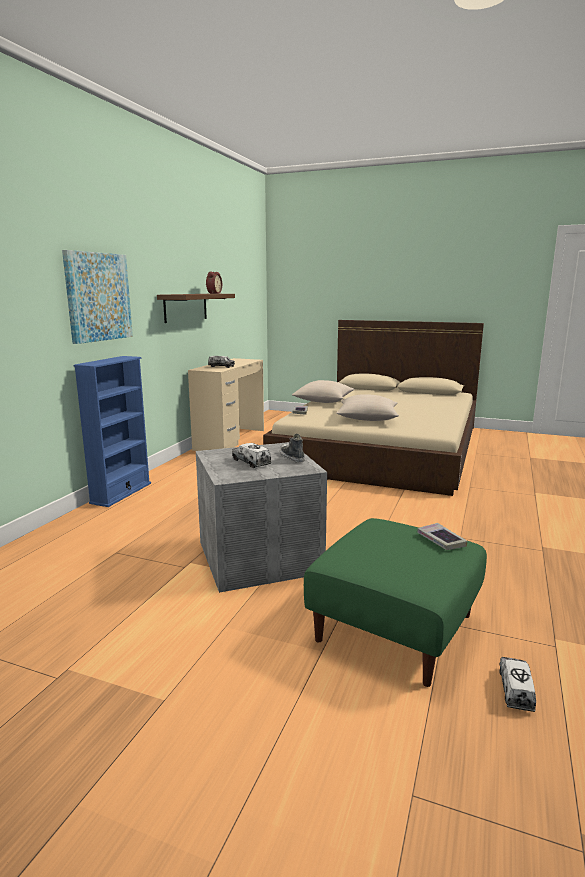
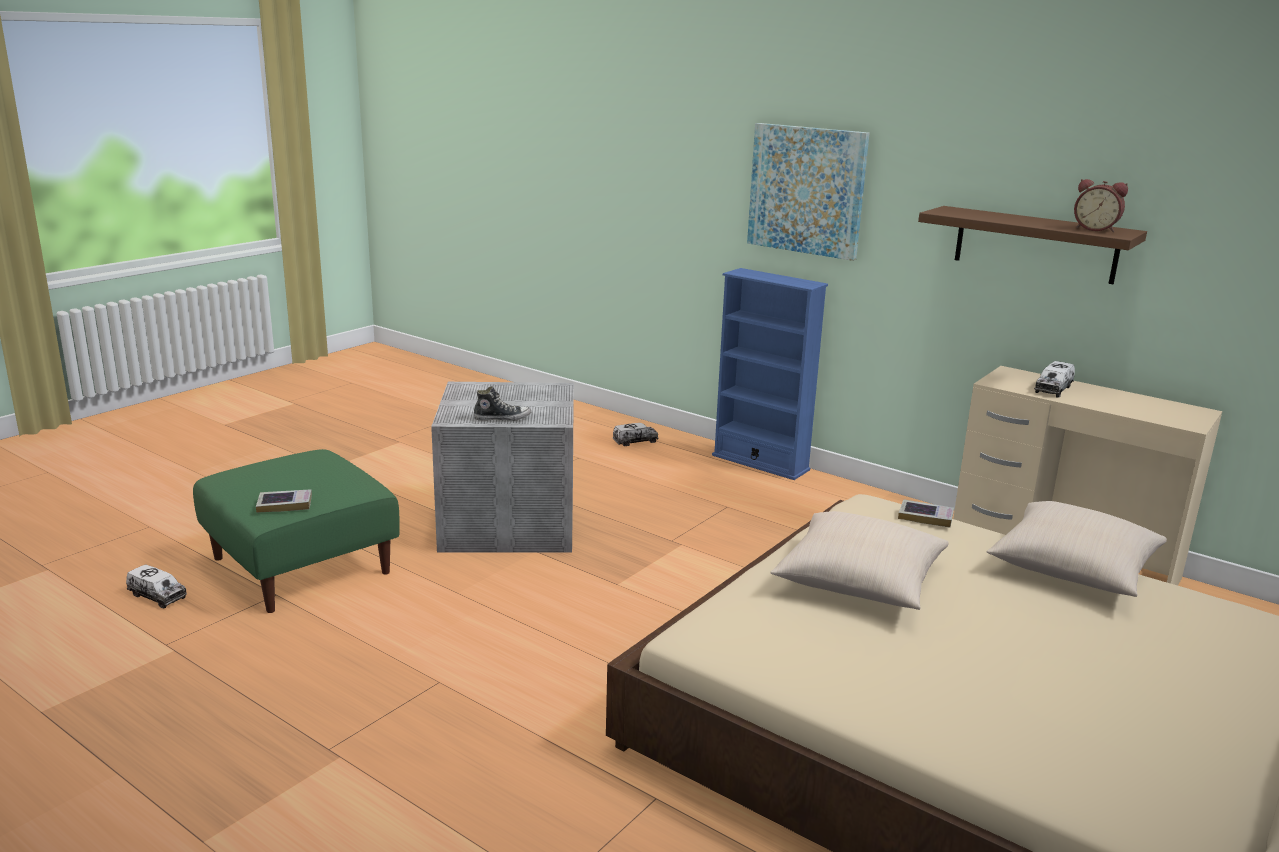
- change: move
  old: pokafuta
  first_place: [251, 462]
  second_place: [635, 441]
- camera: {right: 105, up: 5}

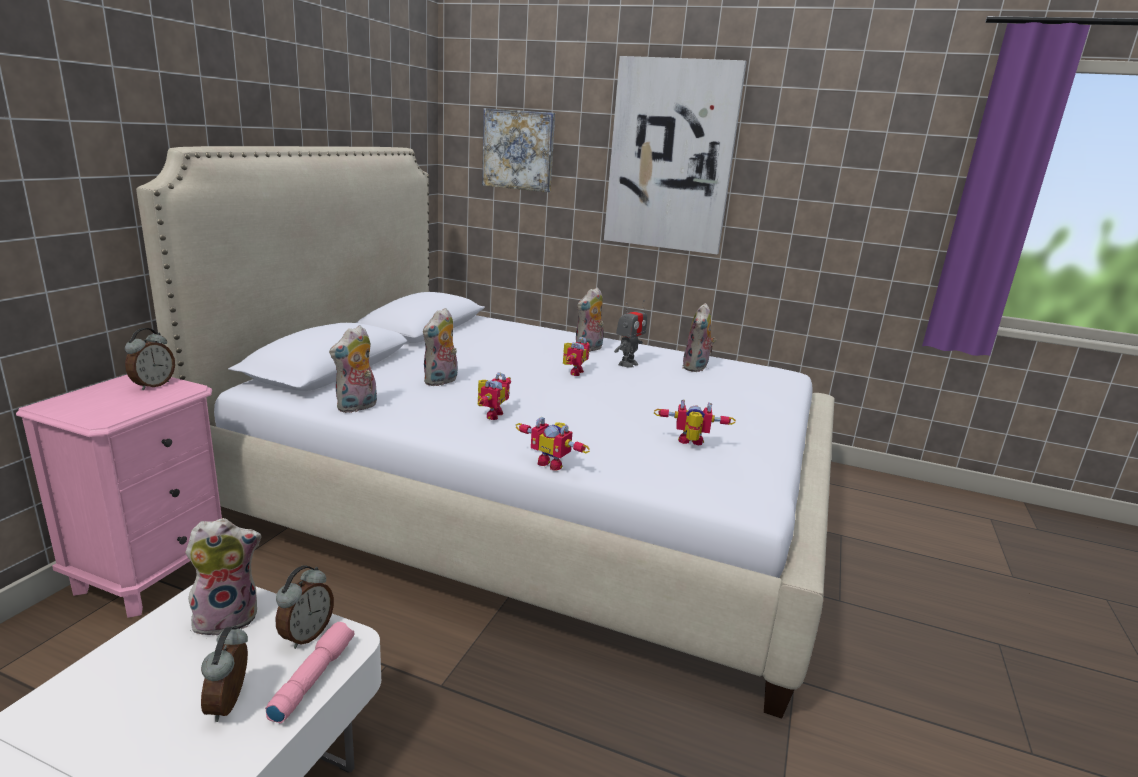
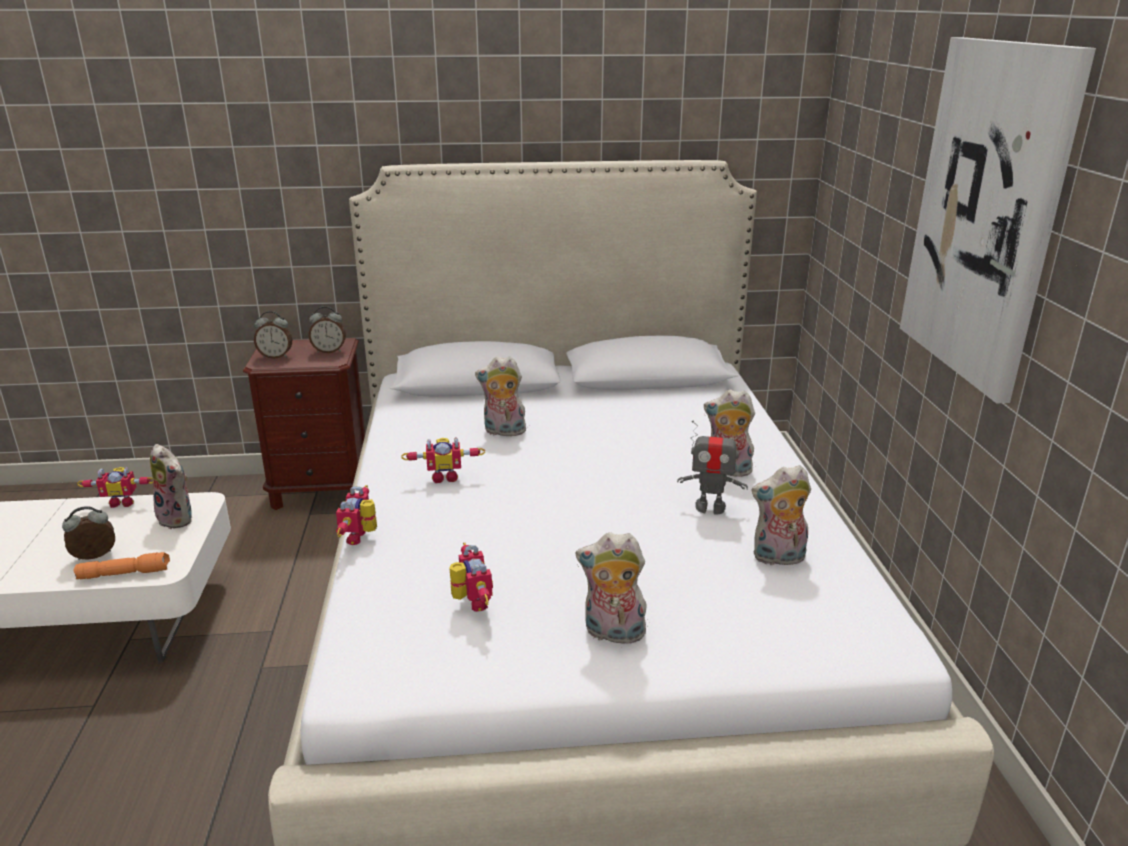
- change: delete
  old: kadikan
  first_place: [518, 150]
- change: move
  old: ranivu
  first_place: [357, 407]
  second_place: [612, 633]
- change: move
  old: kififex
  first_place: [573, 372]
  second_place: [123, 502]
- change: recolor
  old: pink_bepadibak
  new: brown_bepadibak
  first_place: [154, 573]
  second_place: [321, 490]
- change: move
  old: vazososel
  first_place: [306, 635]
  second_place: [276, 356]
- change: recolor
  old: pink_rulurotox
  new: orange_rulurotox
  first_place: [312, 678]
  second_place: [125, 573]
- camera: {right: 65, up: 5}

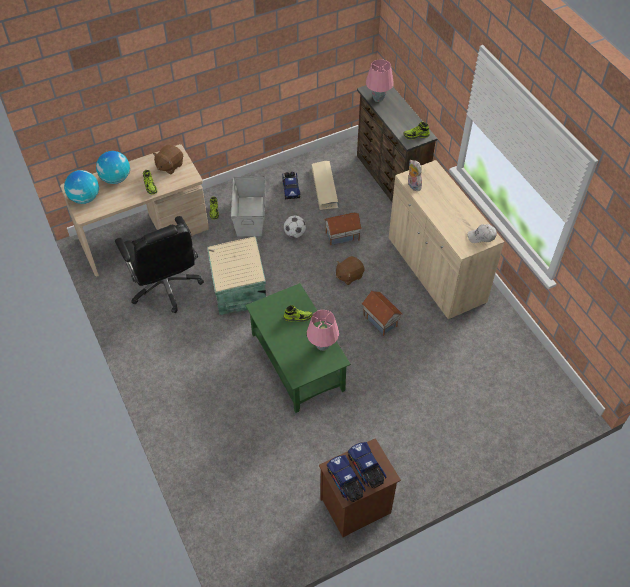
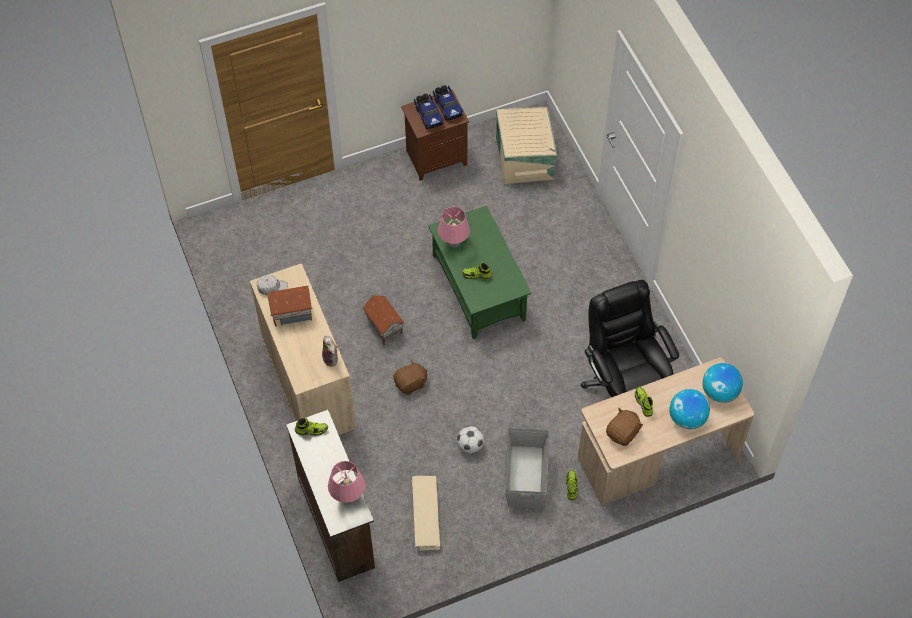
- change: delete
  old: pokafuta
  first_place: [291, 189]
- change: move
  old: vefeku
  first_place: [342, 237]
  second_place: [291, 313]
- change: move
  old: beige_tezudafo
  first_place: [238, 289]
  second_place: [525, 157]
- camera: {right: -175, up: 5}

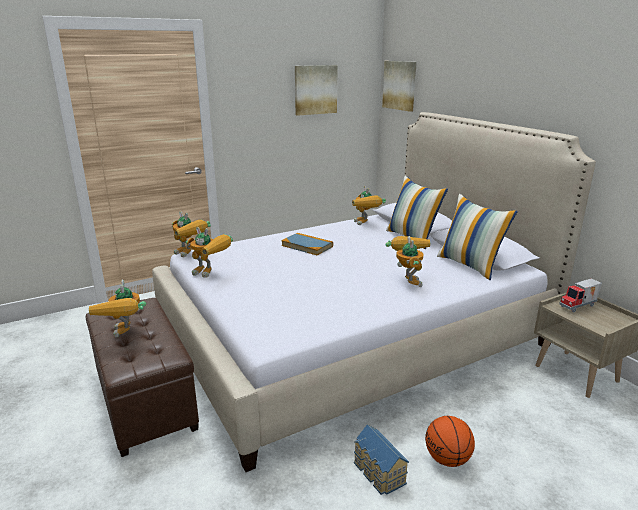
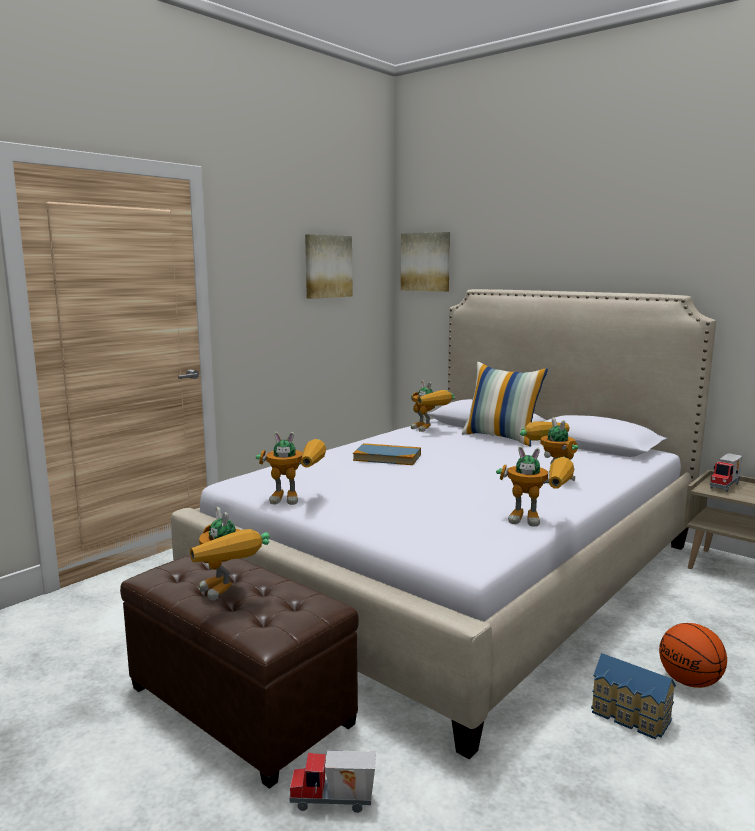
- change: delete
  old: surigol
  first_place: [470, 265]
- change: move
  old: kififex
  first_place: [190, 254]
  second_place: [538, 521]
- change: insert
  new: pokafuta
  second_place: [333, 802]
- camera: {right: -20, up: -10}

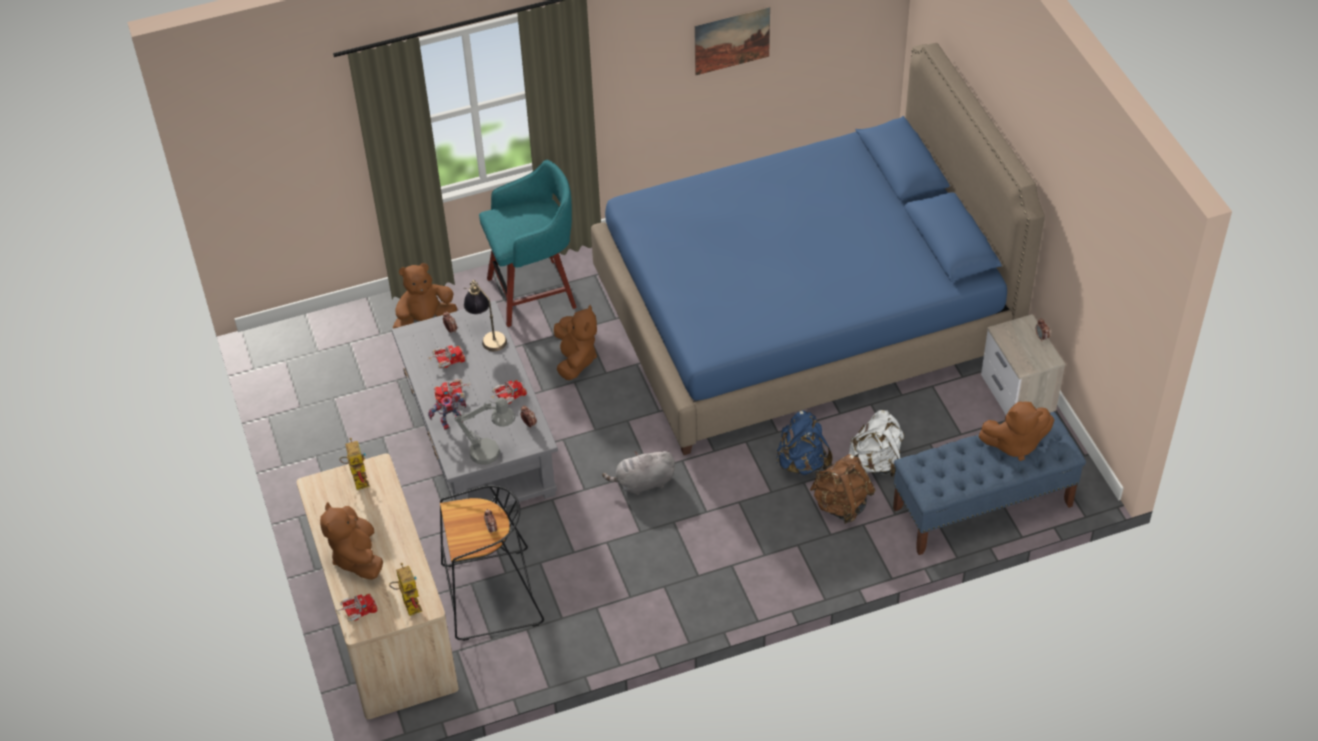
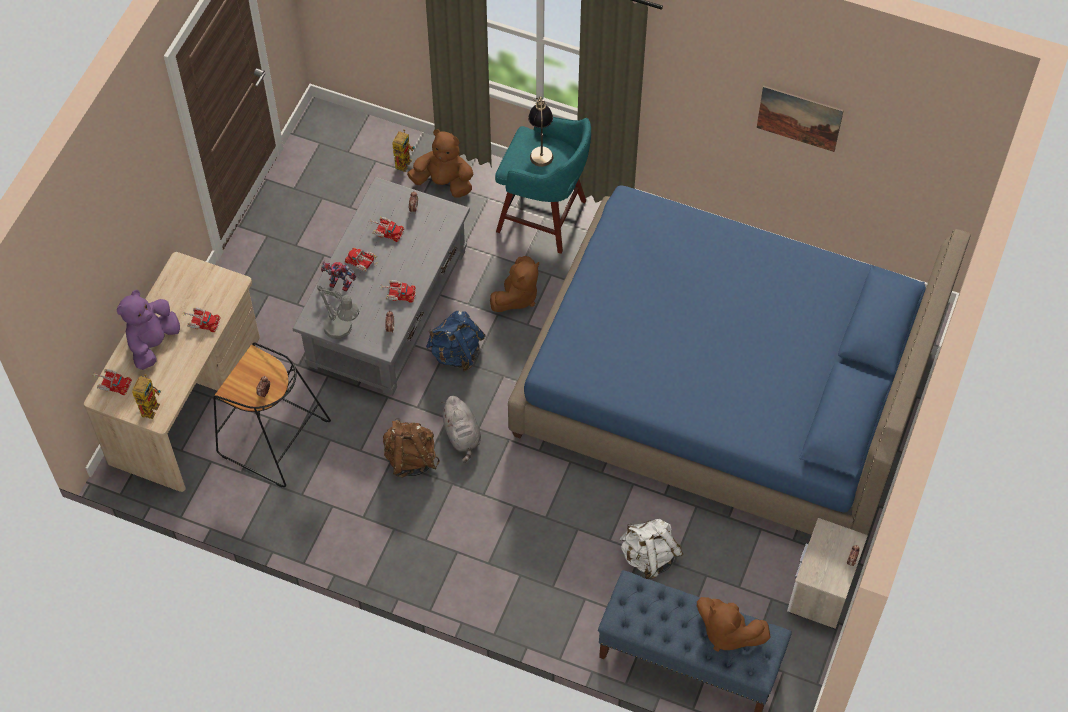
- change: move
  old: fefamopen
  first_place: [487, 336]
  second_place: [541, 148]
- change: move
  old: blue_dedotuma
  first_place: [802, 462]
  second_place: [456, 353]
- change: move
  old: kififex
  first_place: [357, 478]
  second_place: [403, 160]
- change: rotate
  old: grey_ranivu
  first_place: [642, 483]
  second_place: [462, 435]
  degrees: -135
- change: move
  old: brown_dedotuma
  first_place: [841, 505]
  second_place: [410, 459]
- change: recolor
  old: brown_ranivu
  new: purple_ranivu
  first_place: [357, 557]
  second_place: [153, 343]
- change: insert
  new: pokafuta
  second_place: [201, 322]
- camera: {right: 40, up: 10}

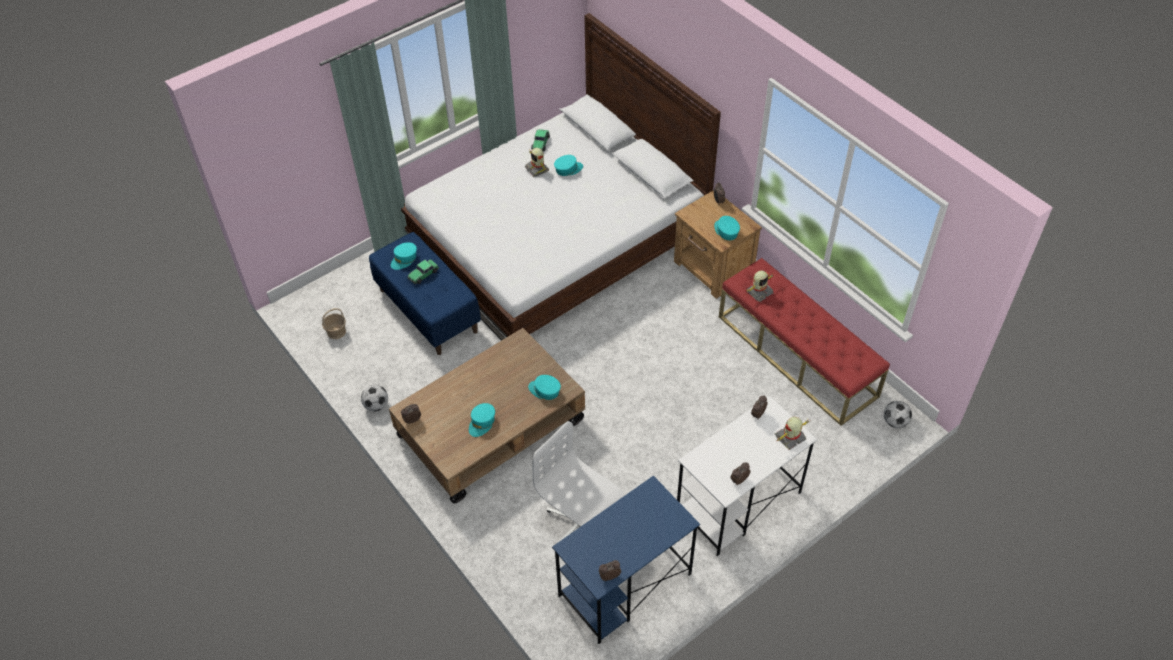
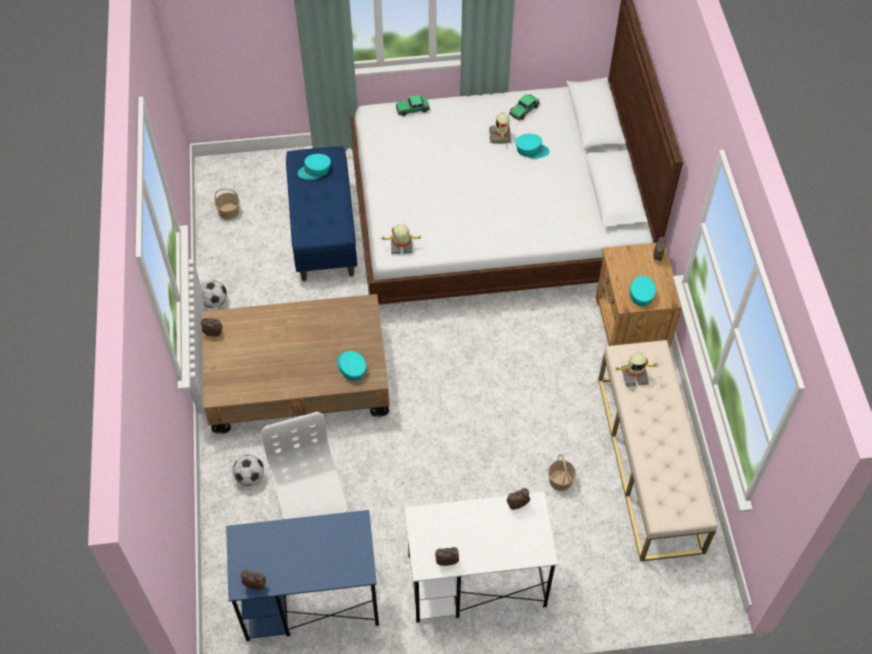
- change: recolor
  old: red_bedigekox
  new: beige_bedigekox
  first_place: [797, 356]
  second_place: [649, 463]
- change: move
  old: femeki
  first_place: [423, 274]
  second_place: [412, 109]
- change: move
  old: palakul
  first_place: [895, 422]
  second_place: [250, 477]
- change: delete
  old: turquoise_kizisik
  first_place: [482, 423]
- change: move
  old: kififex
  first_place: [790, 438]
  second_place: [401, 246]
- change: insert
  new: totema
  second_place: [560, 481]
- camera: {right: 30, up: 5}

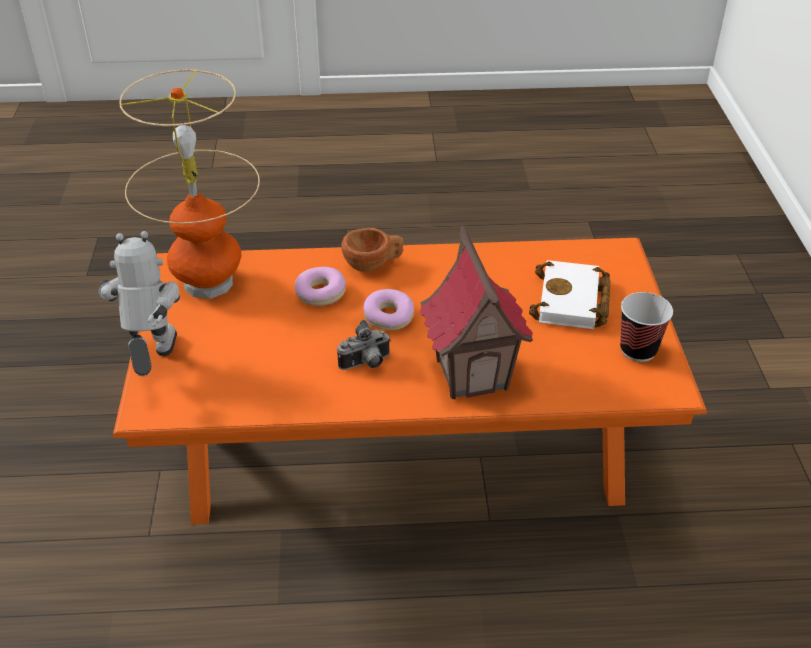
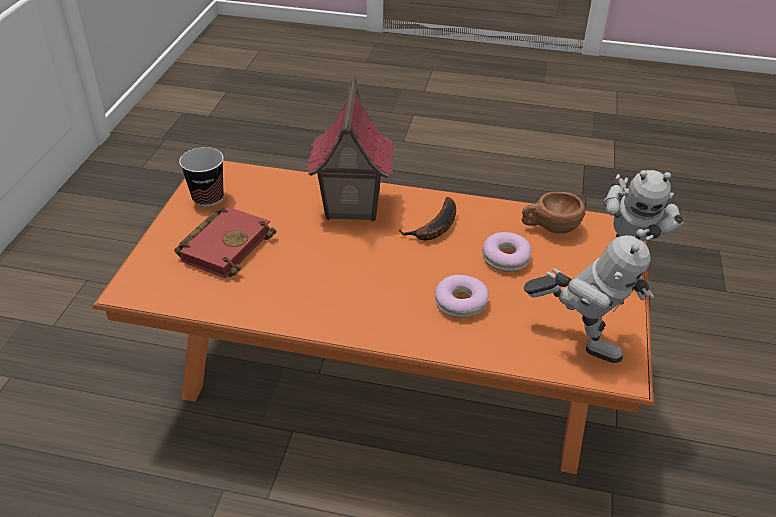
- change: replace
  old: fefamopen
  new: kififex
  first_place: [209, 283]
  second_place: [579, 338]
- change: move
  old: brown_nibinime
  first_place: [373, 264]
  second_place: [549, 228]
- change: recolor
  old: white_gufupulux
  new: red_gufupulux
  first_place: [572, 303]
  second_place: [225, 245]
- change: move
  old: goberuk
  first_place: [388, 317]
  second_place: [505, 258]
- change: replace
  old: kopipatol
  new: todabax
  first_place: [366, 364]
  second_place: [435, 228]
- camera: {right: -165, up: 0}

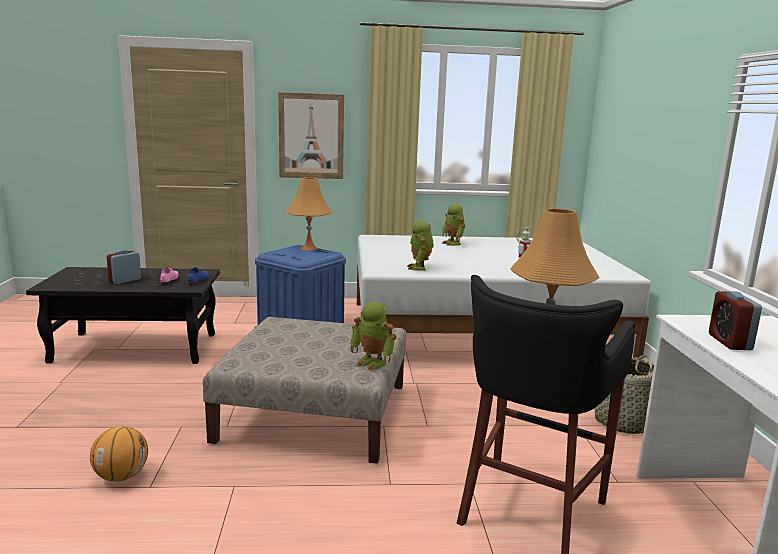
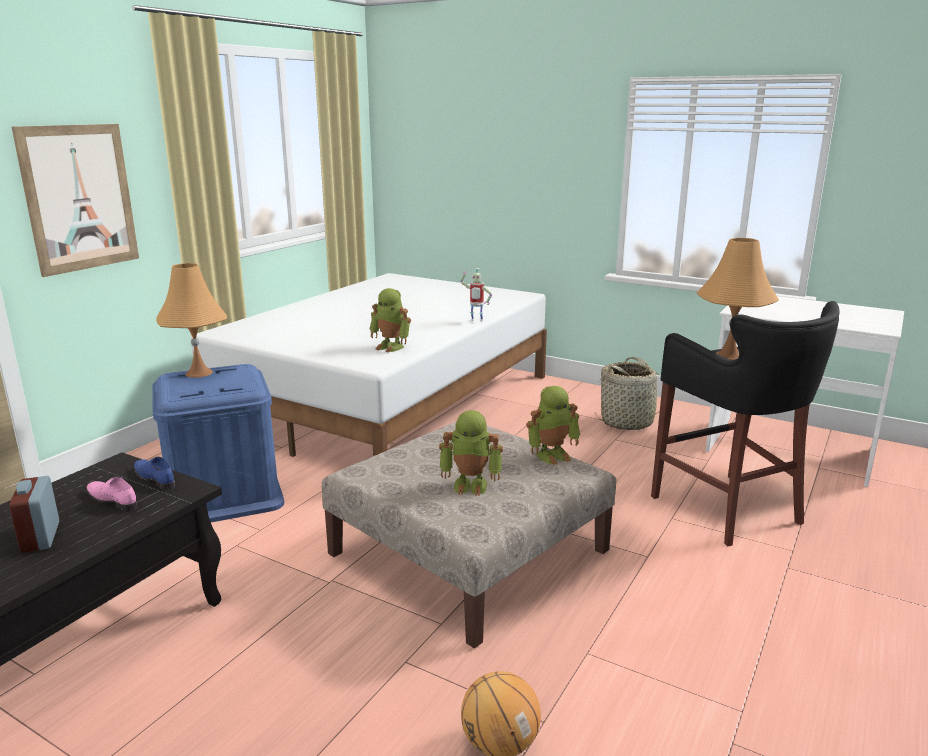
- change: move
  old: kififex
  first_place: [453, 243]
  second_place: [471, 484]
- change: delete
  old: vazososel
  first_place: [729, 342]
- camera: {right: -55, up: 5}

